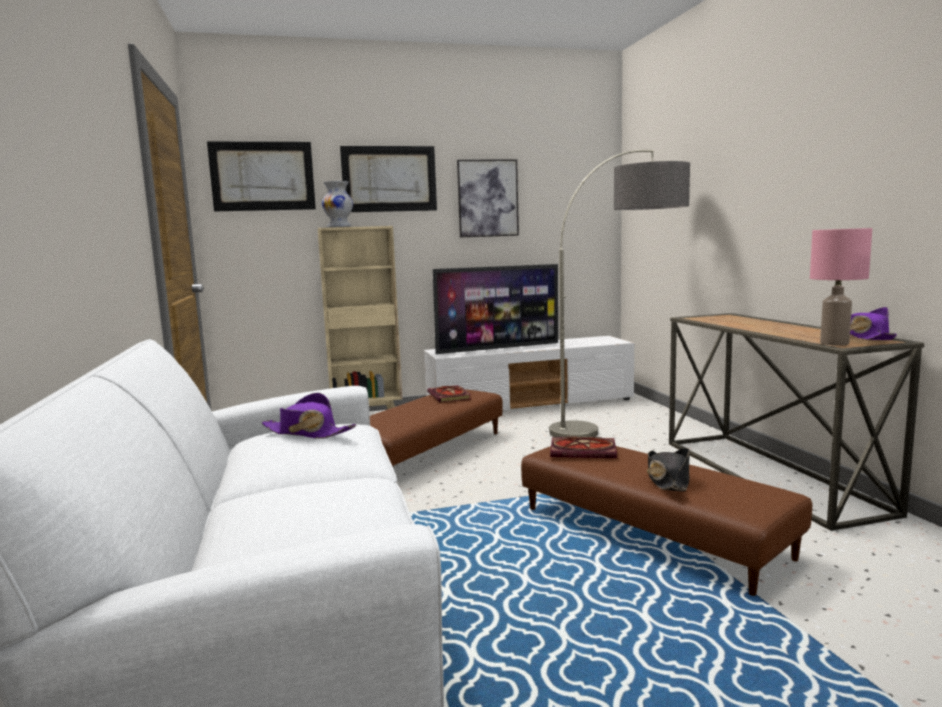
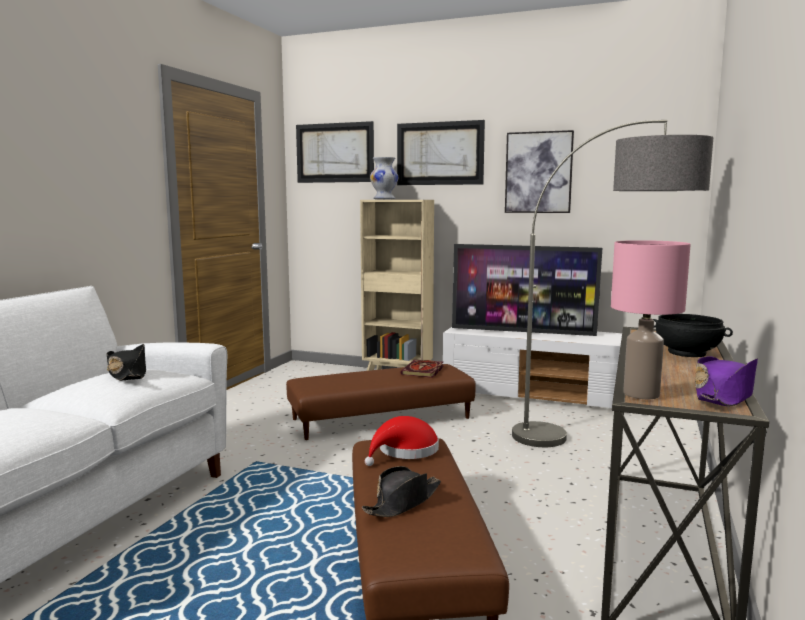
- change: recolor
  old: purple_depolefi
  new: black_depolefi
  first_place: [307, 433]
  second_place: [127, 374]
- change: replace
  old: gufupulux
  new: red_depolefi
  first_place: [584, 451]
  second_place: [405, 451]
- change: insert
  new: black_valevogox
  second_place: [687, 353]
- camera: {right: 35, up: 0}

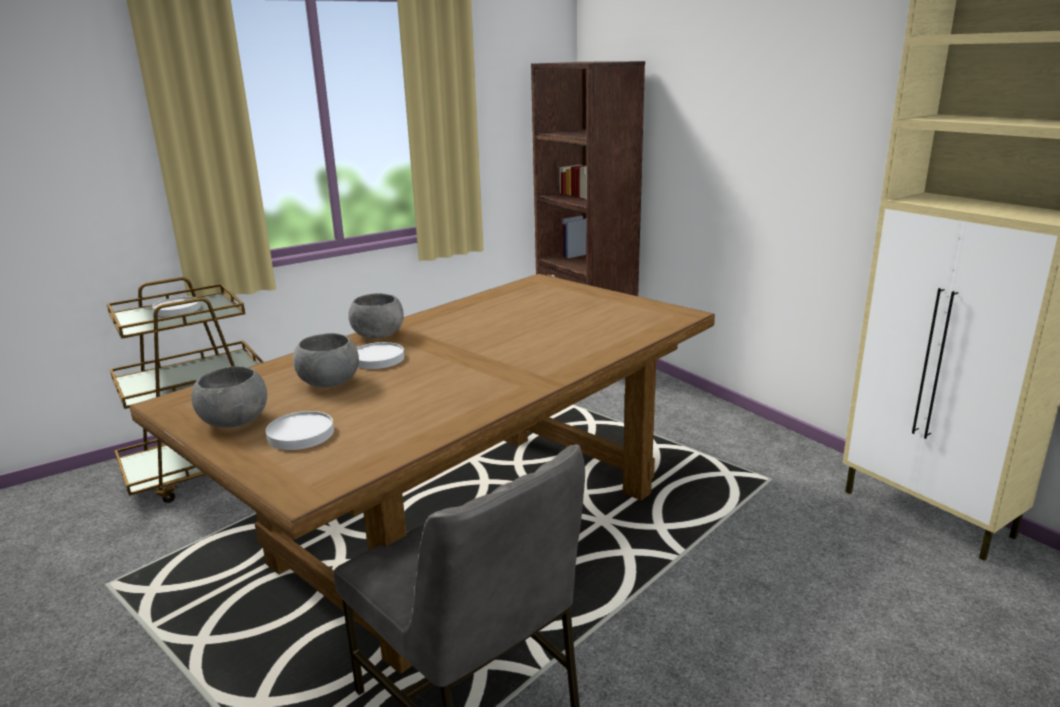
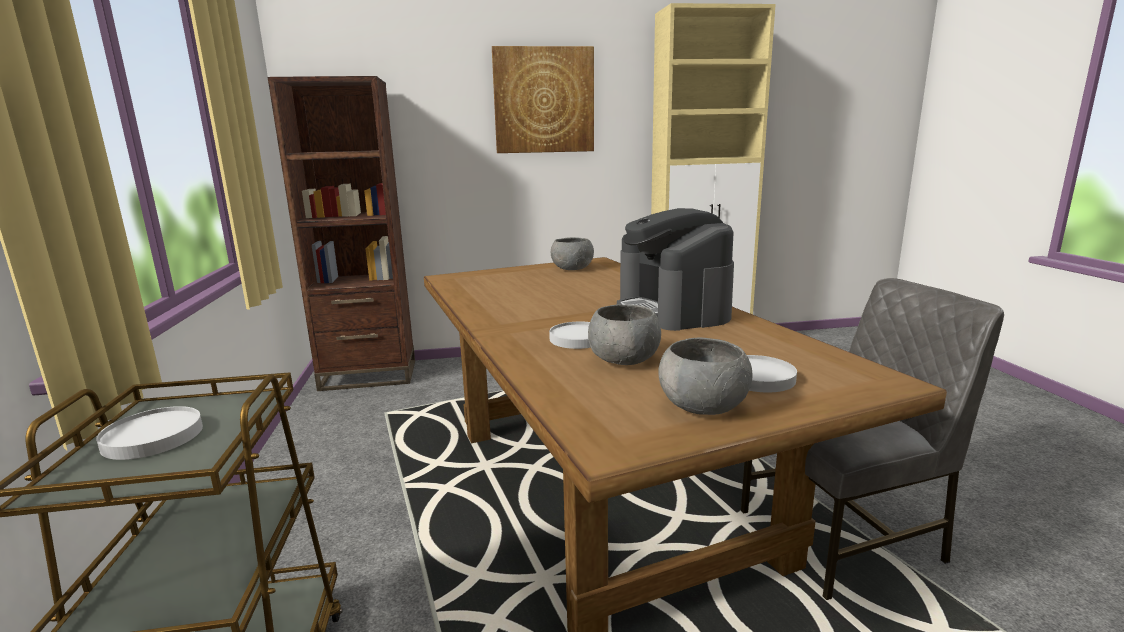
- change: move
  old: grey_valevogox
  first_place: [378, 335]
  second_place: [573, 269]
- change: insert
  new: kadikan
  second_place: [544, 100]
- change: insert
  new: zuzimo
  second_place: [672, 310]
- camera: {right: -65, up: -5}

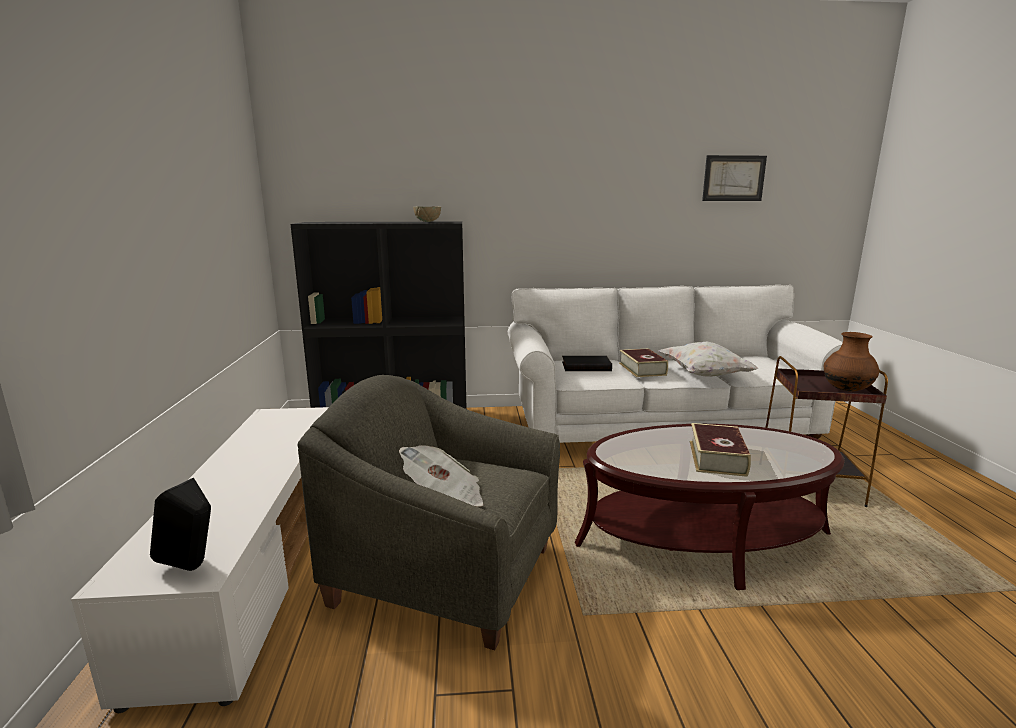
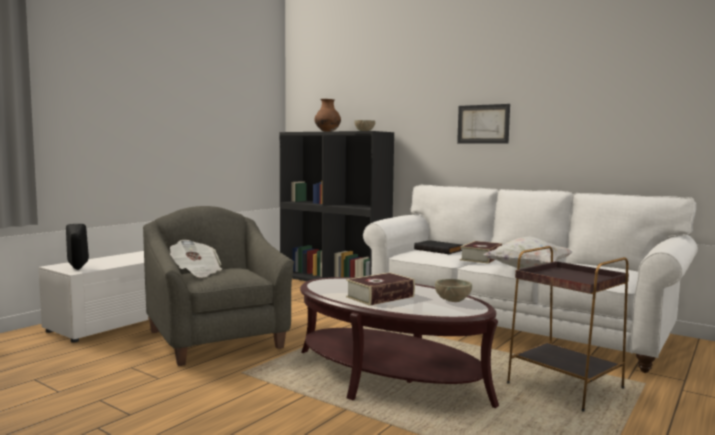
- change: move
  old: kadikan
  first_place: [733, 178]
  second_place: [483, 124]
- change: move
  old: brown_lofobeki
  first_place: [846, 390]
  second_place: [327, 132]
- change: insert
  new: beige_valevogox
  second_place: [453, 301]
- camera: {right: 40, up: -10}

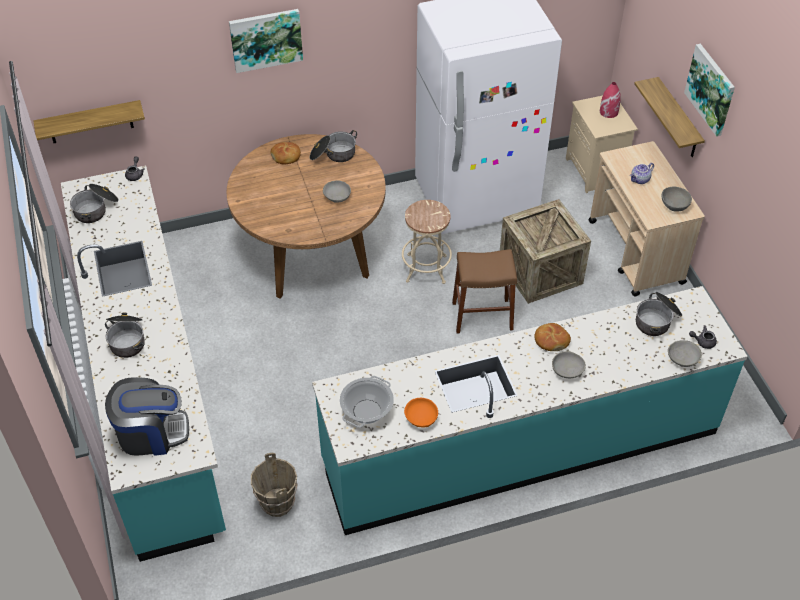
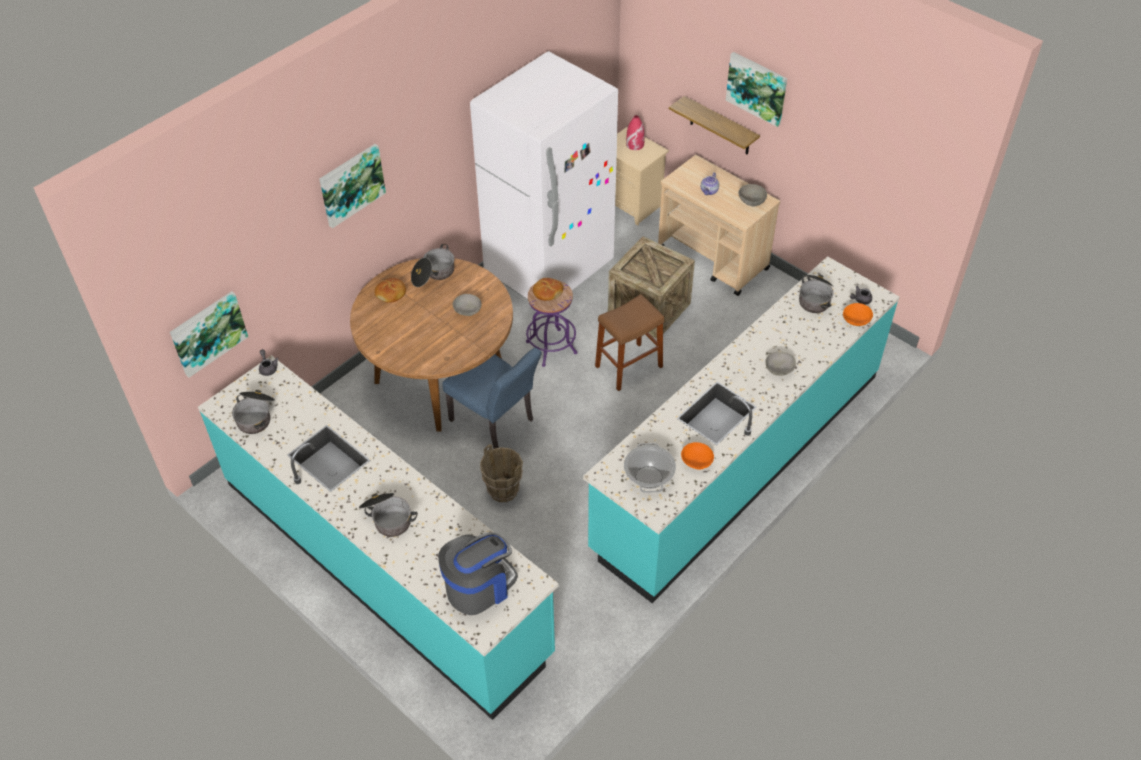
- change: replace
  old: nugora
  new: kadikan
  first_place: [90, 122]
  second_place: [208, 333]
- change: recolor
  old: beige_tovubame
  new: purple_tovubame
  first_place: [426, 268]
  second_place: [551, 347]
- change: move
  old: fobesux
  first_place: [551, 340]
  second_place: [547, 292]
- change: recolor
  old: grey_valevogox
  new: orange_valevogox
  first_place: [682, 359]
  second_place: [856, 320]
- change: move
  old: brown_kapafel
  first_place: [277, 503]
  second_place: [503, 491]
- change: insert
  new: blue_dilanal
  second_place: [496, 423]
- camera: {right: -30, up: 0}

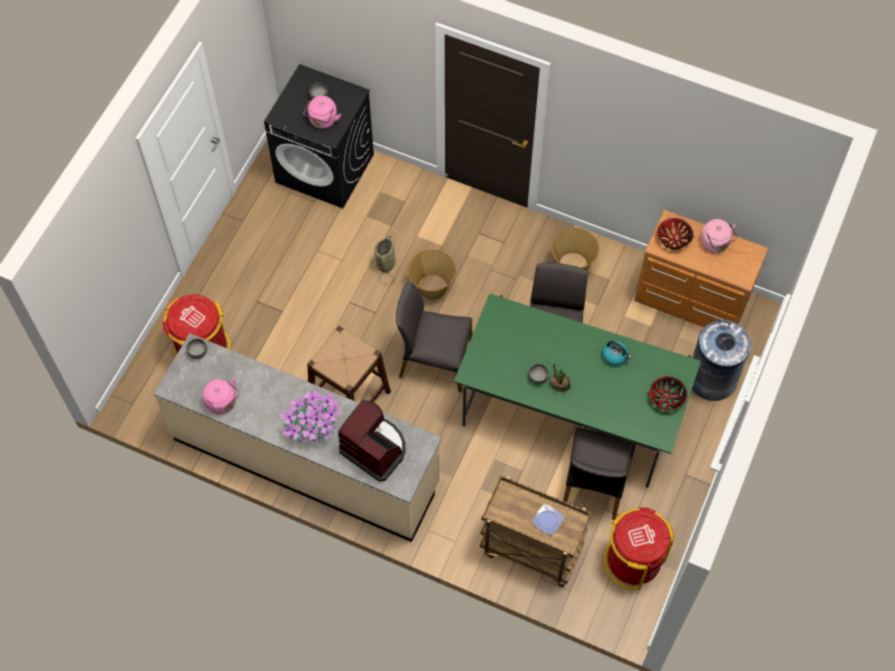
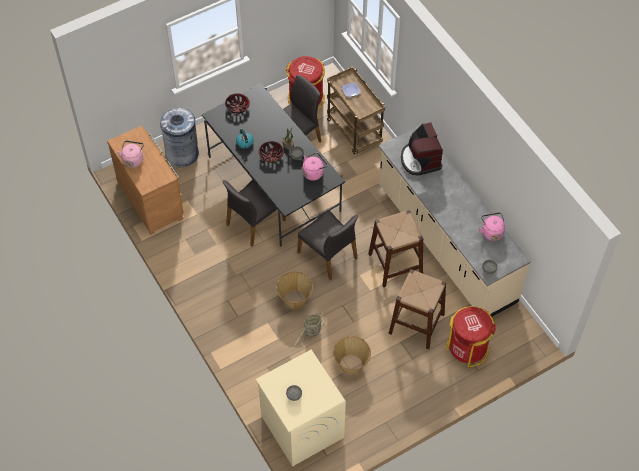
- change: recolor
  old: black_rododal
  new: beige_rododal
  first_place: [325, 168]
  second_place: [301, 426]
- change: move
  old: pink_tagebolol
  first_place: [322, 121]
  second_place: [314, 172]
- change: move
  old: valevogox
  first_place: [673, 239]
  second_place: [271, 156]
- change: move
  old: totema
  first_place: [572, 265]
  second_place: [351, 364]
- change: recolor
  old: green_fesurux
  new: black_fesurux
  first_place: [570, 410]
  second_place: [274, 183]
- change: delete
  old: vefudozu
  first_place: [313, 426]
- change: insert
  new: brown_tovubame
  second_place: [416, 323]
- camera: {right: -145, up: -5}

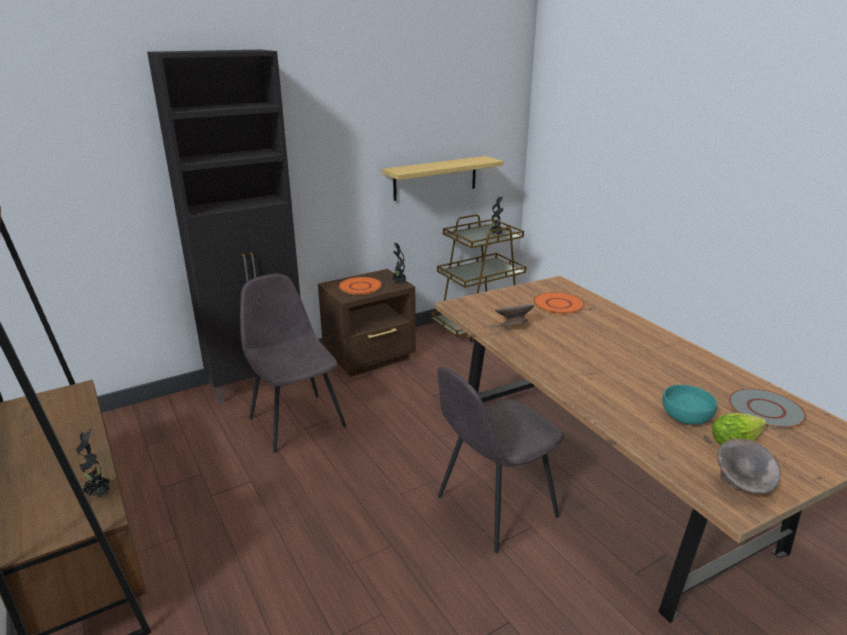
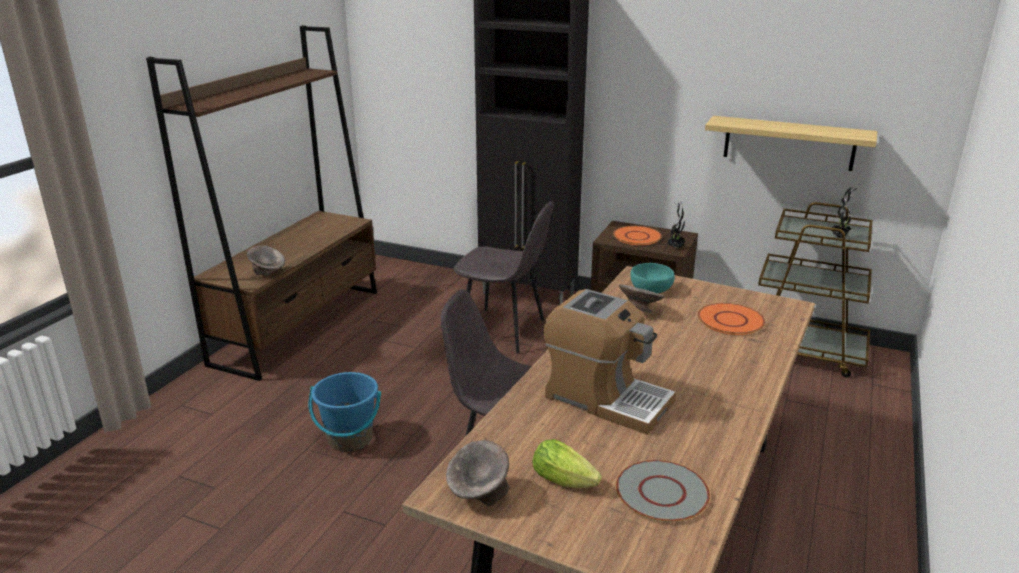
- change: rotate
  old: grey_dilanal
  first_place: [296, 421]
  second_place: [503, 331]
  degrees: 90
- change: move
  old: turquoise_valevogox
  first_place: [685, 417]
  second_place: [650, 289]
- change: replace
  old: vefudozu
  new: grey_valevogox
  first_place: [100, 494]
  second_place: [268, 274]
- change: insert
  new: zuzimo
  second_place: [606, 399]
- change: insert
  new: blue_kapafel
  second_place: [349, 439]
- camera: {right: 55, up: 0}

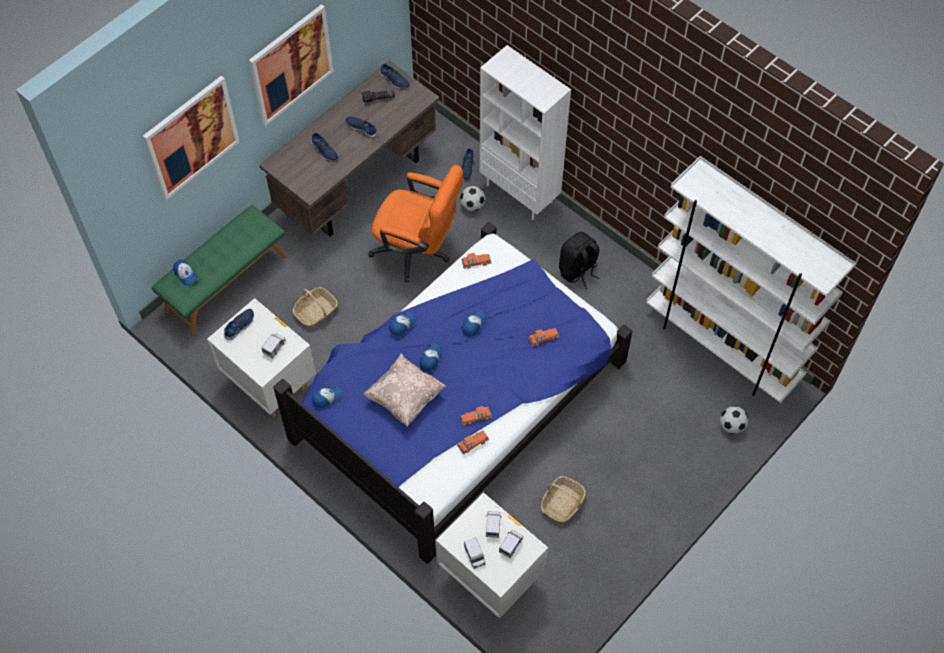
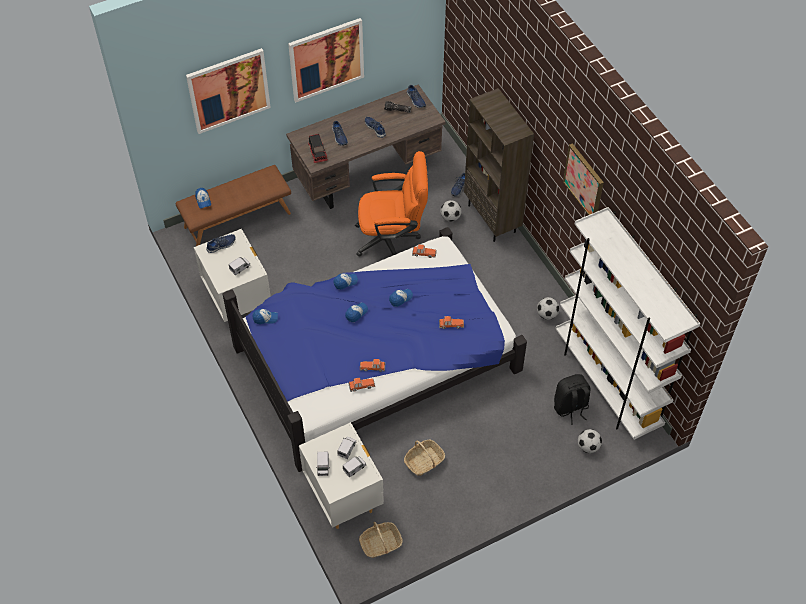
- change: recolor
  old: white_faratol
  new: brown_faratol
  first_place: [520, 193]
  second_place: [492, 219]
- change: rotate
  old: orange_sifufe
  first_place: [418, 251]
  second_place: [393, 239]
  degrees: -45
- change: recolor
  old: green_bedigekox
  new: brown_bedigekox
  first_place: [225, 283]
  second_place: [237, 219]
- change: move
  old: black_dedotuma
  first_place: [578, 271]
  second_place: [570, 407]
- change: move
  old: totema
  first_place: [316, 311]
  second_place: [380, 544]
- change: delete
  old: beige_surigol
  first_place: [405, 397]
- change: insert
  new: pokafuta
  second_place: [318, 153]
- change: insert
  new: kadikan
  second_place: [584, 181]
- change: insert
  new: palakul
  second_place: [547, 314]
- camera: {right: 20, up: -5}

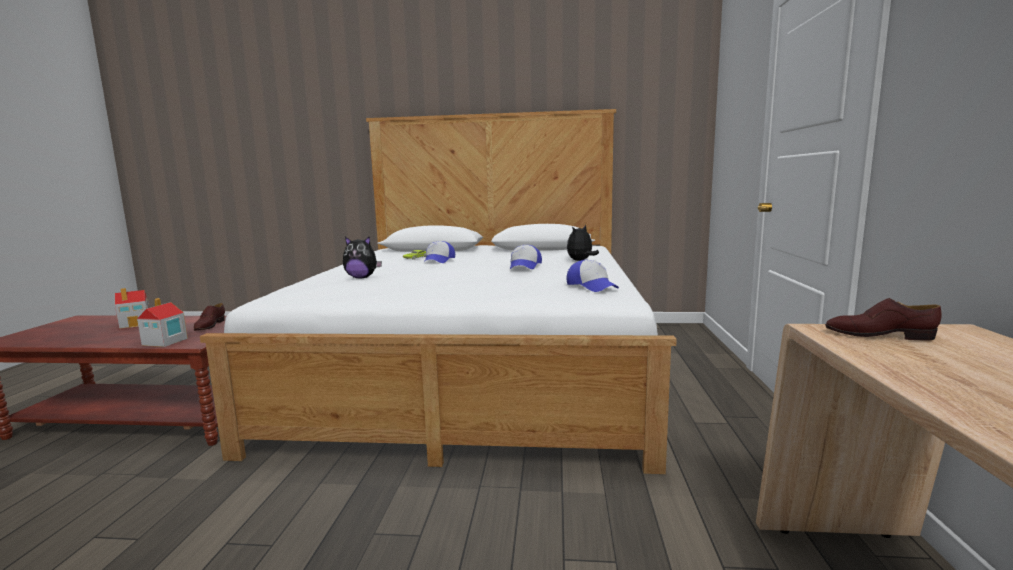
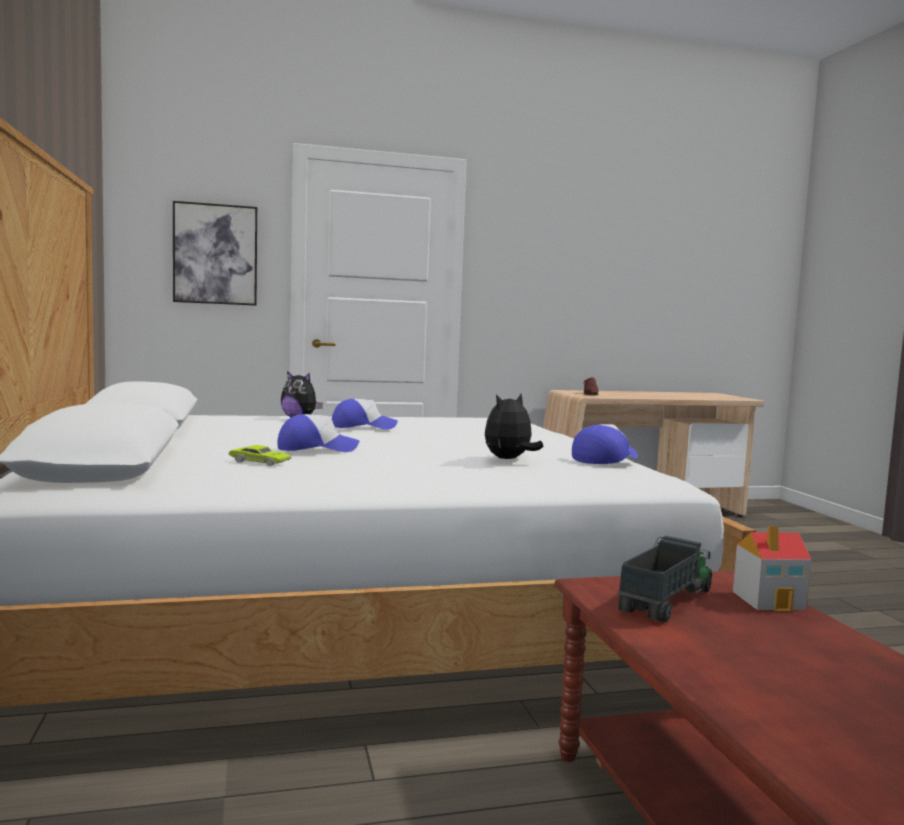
- change: rotate
  old: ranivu
  first_place: [362, 278]
  second_place: [509, 459]
  degrees: -120
- change: move
  old: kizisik
  first_place: [592, 286]
  second_place: [605, 458]
- change: delete
  old: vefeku
  first_place: [135, 323]
- change: replace
  old: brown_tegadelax
  new: pokafuta
  first_place: [209, 325]
  second_place: [666, 601]
- change: insert
  new: kadikan
  second_place: [215, 254]
- camera: {right: -110, up: -5}

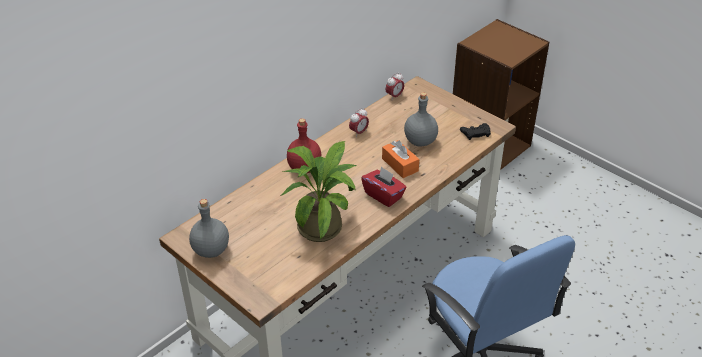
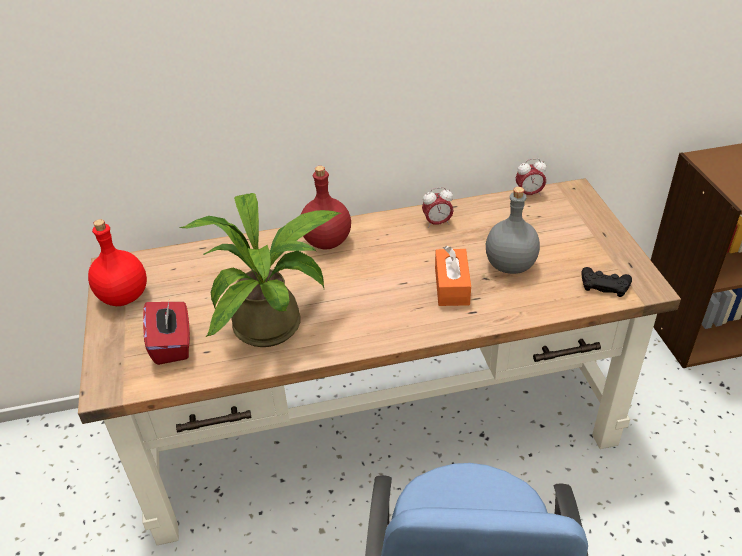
- change: move
  old: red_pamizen
  first_place: [383, 195]
  second_place: [172, 344]
- change: recolor
  old: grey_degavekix
  new: red_degavekix
  first_place: [211, 250]
  second_place: [124, 297]
- camera: {right: 35, up: 0}

